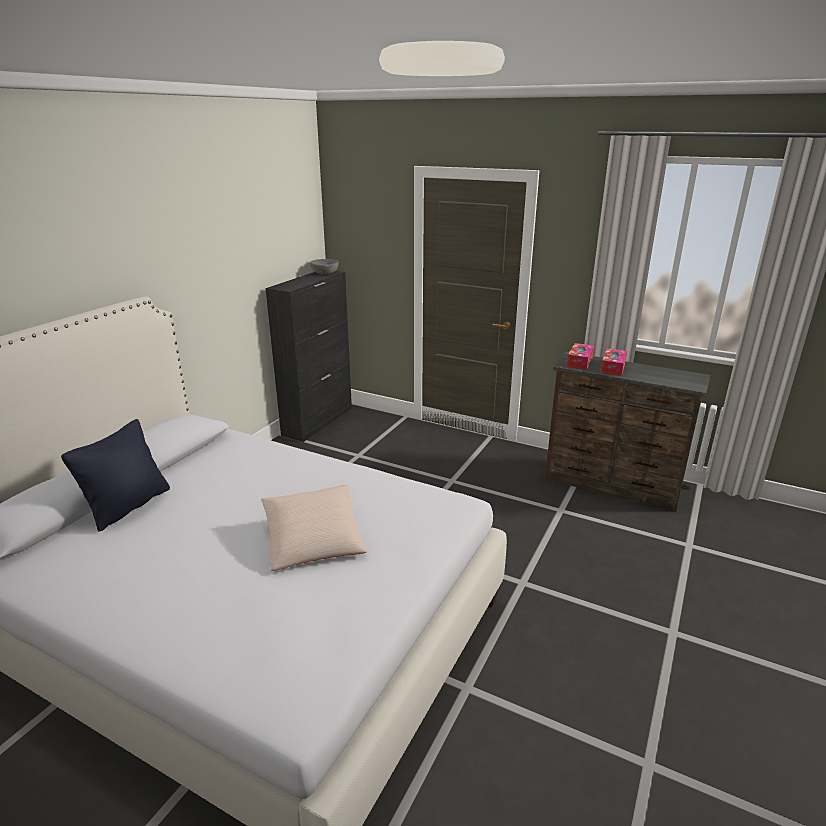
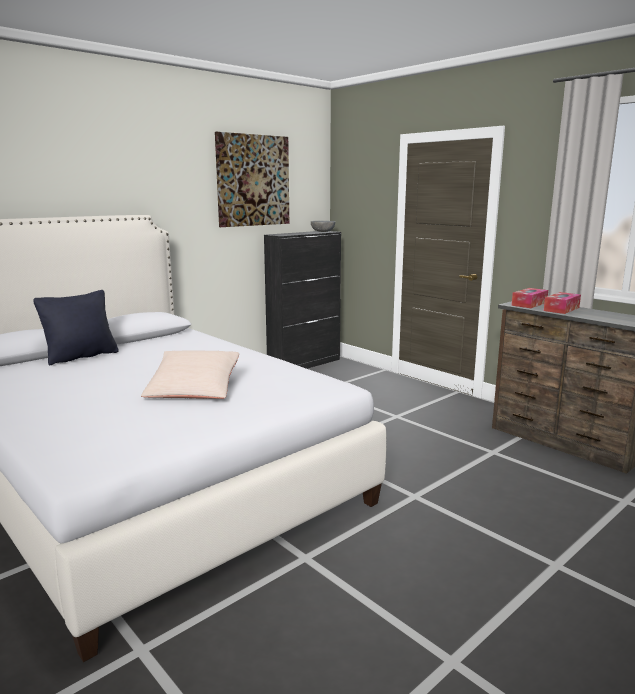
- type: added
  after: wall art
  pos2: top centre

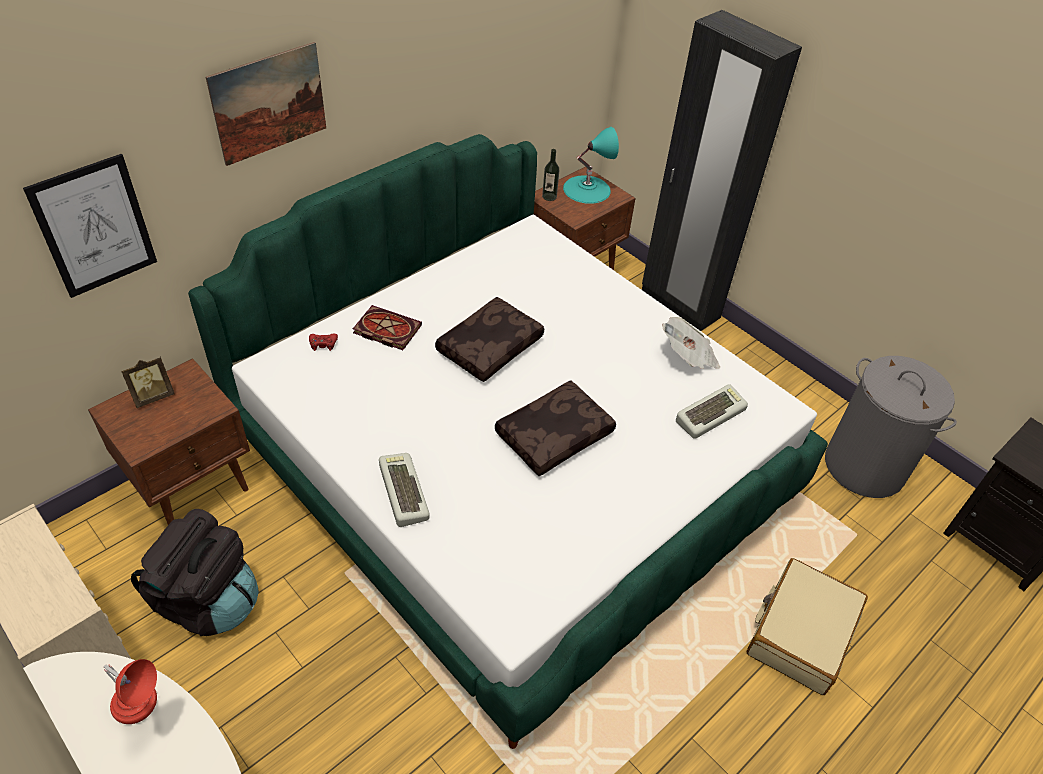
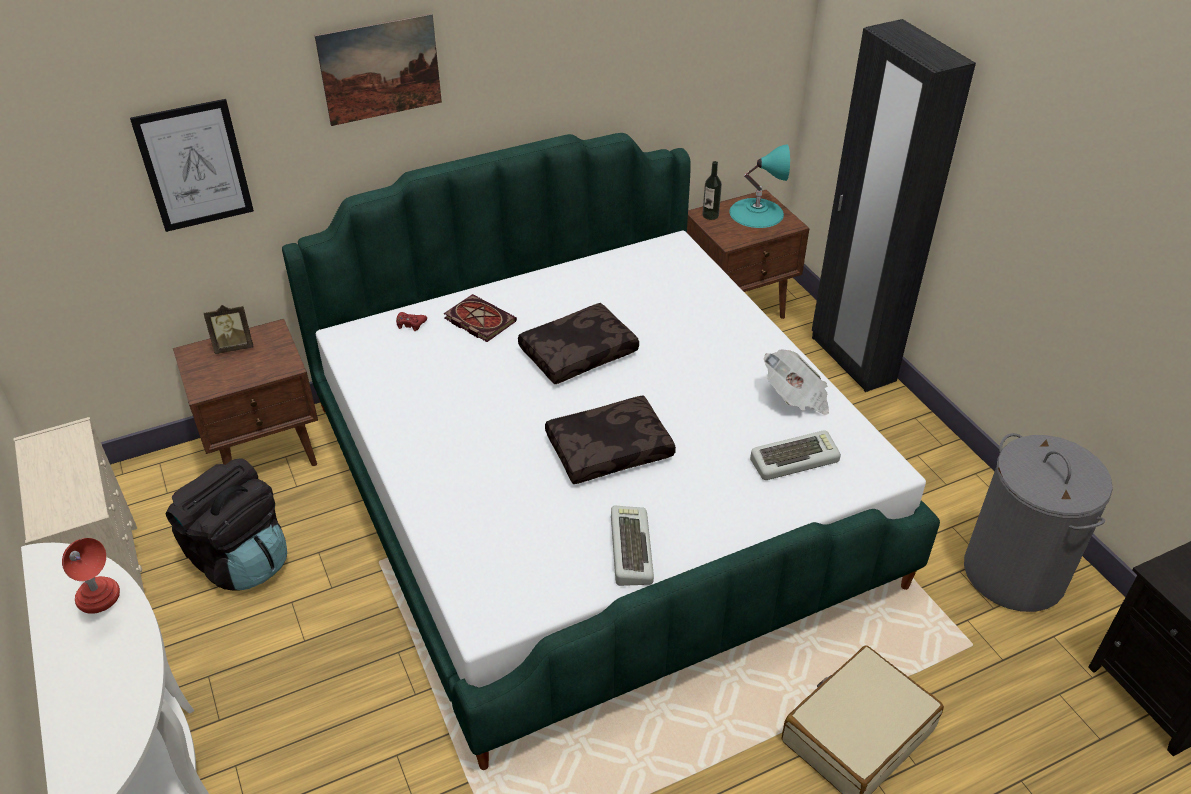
- type: moved
  before: keyboard (1st from left)
  pos1: centre
  pos2: bottom centre

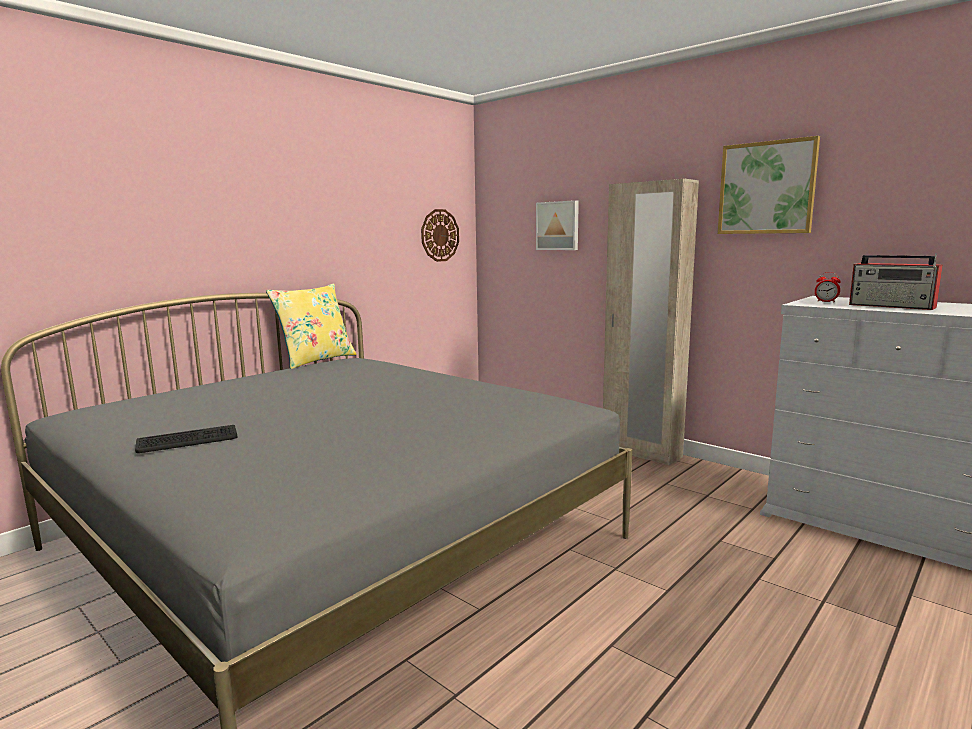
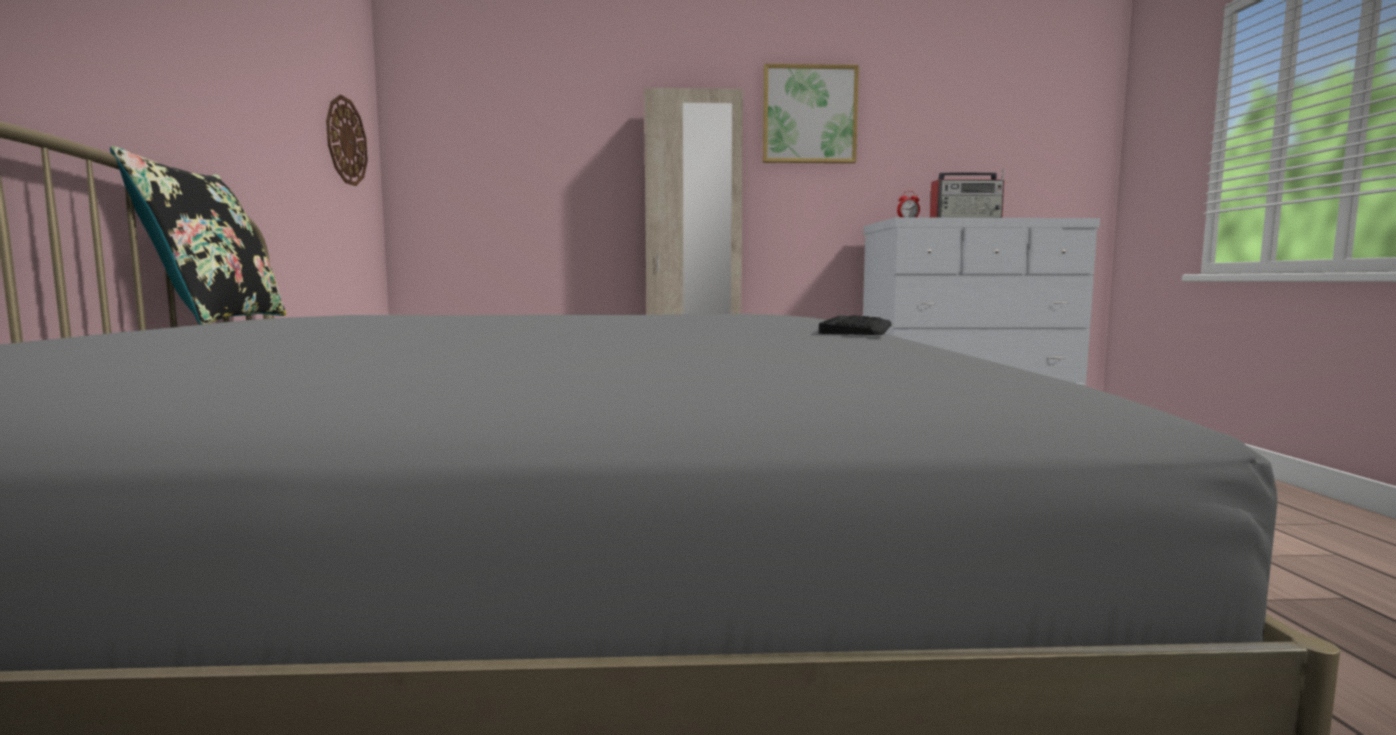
- type: recoloured
  before: yellow-coloured throw pillow
  after: black throw pillow
  pos1: middle left
  pos2: top left
- type: moved
  before: keyboard
  pos1: middle left
  pos2: centre
- type: removed
  before: wall art (1st from left)
  pos1: top centre

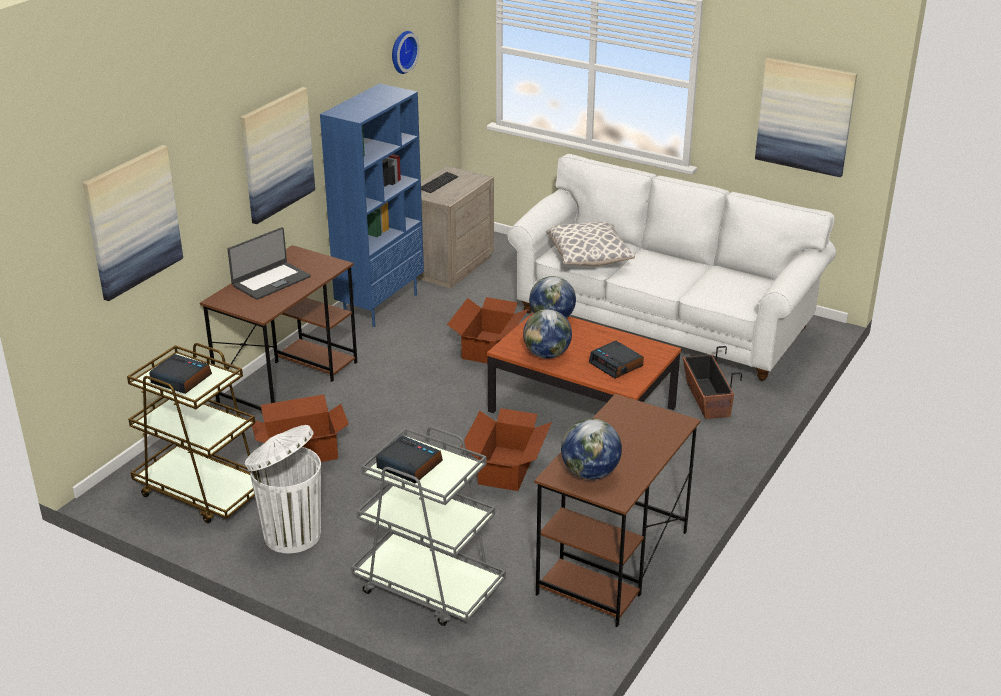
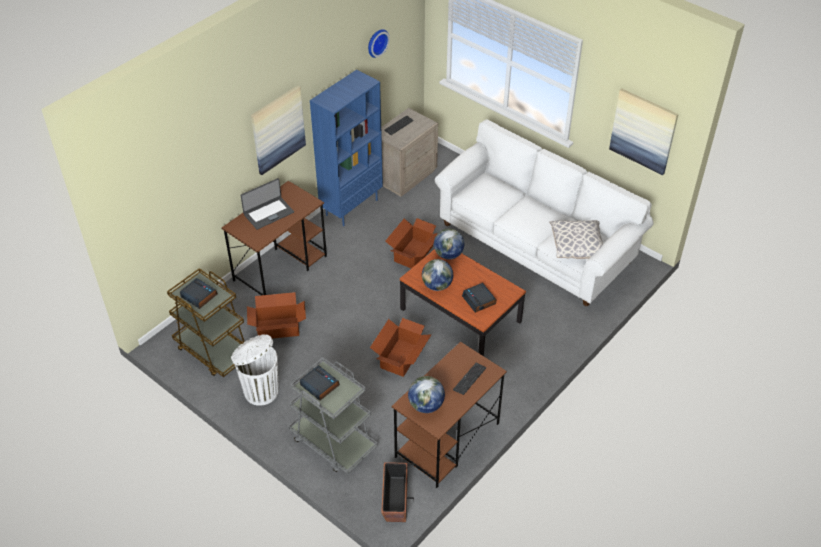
- type: moved
  before: flower pot
  pos1: middle right
  pos2: bottom centre
- type: added
  after: keyboard (2nd from left)
  pos2: bottom centre
- type: moved
  before: throw pillow
  pos1: centre
  pos2: middle right
- type: removed
  before: wall art (1st from left)
  pos1: top left

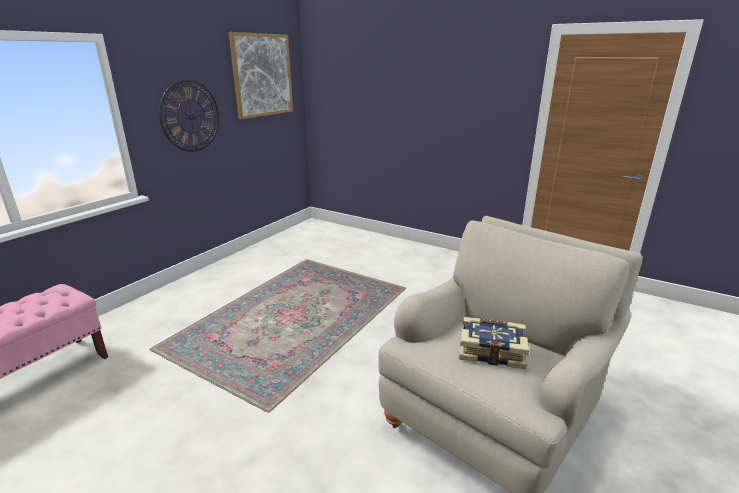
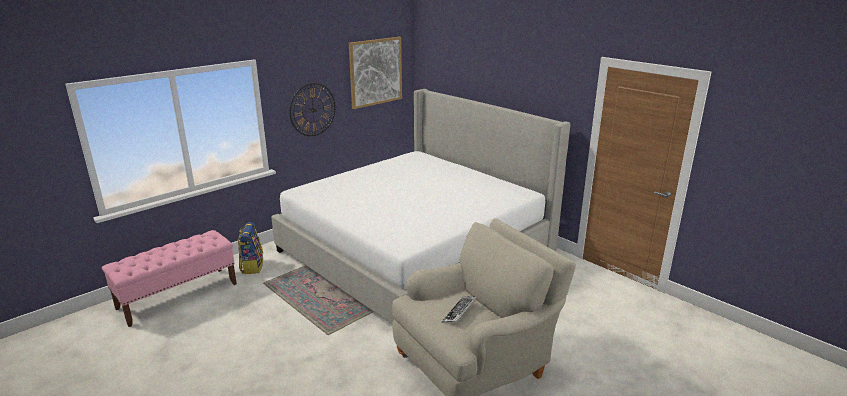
- type: added
  after: knapsack
  pos2: middle left
- type: added
  after: bedroom bed
  pos2: centre
- type: replaced
  before: bound book
  after: keyboard
  pos1: bottom right
  pos2: bottom centre

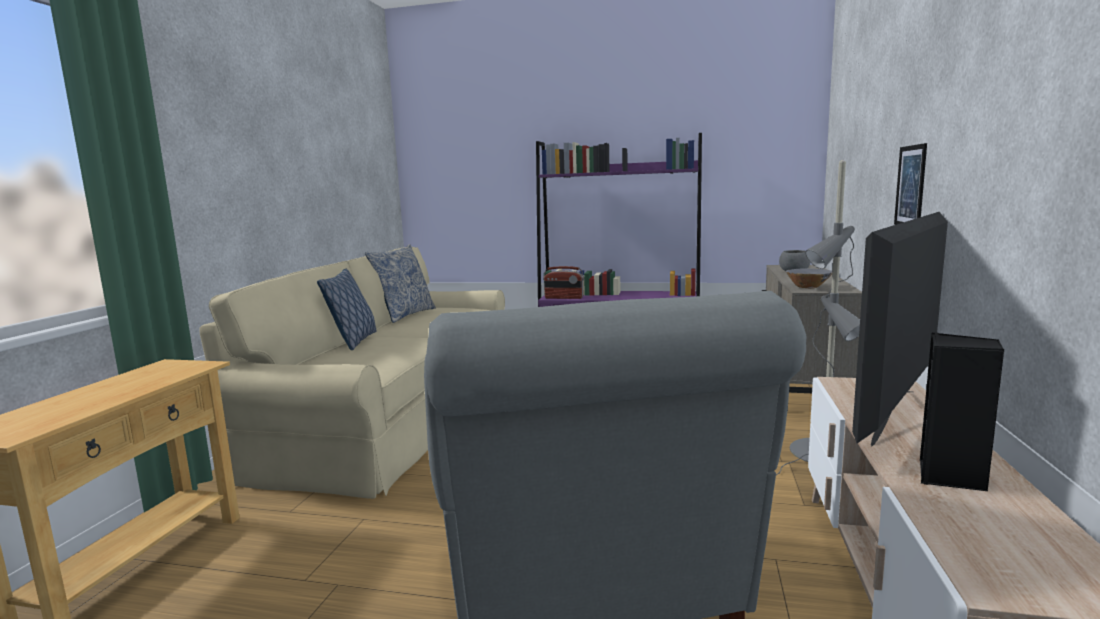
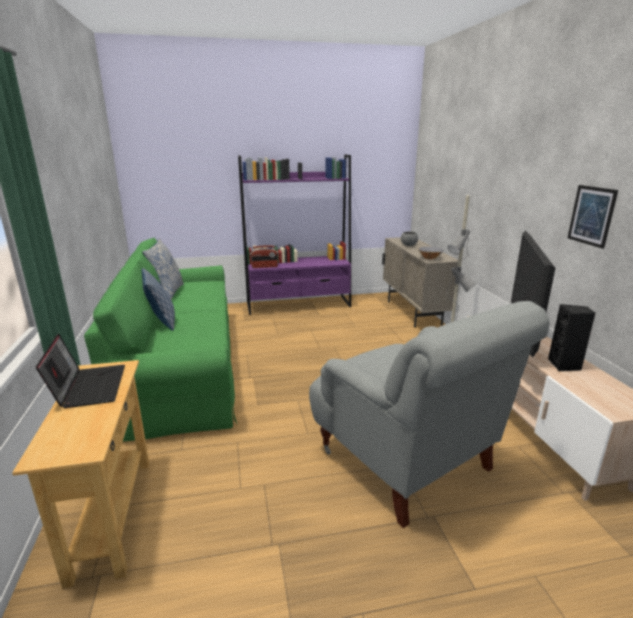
- type: added
  after: notebook computer
  pos2: middle left
- type: recoloured
  before: beige settee
  after: green-coloured settee
  pos1: middle left
  pos2: middle left
- type: moved
  before: wall art
  pos1: top right
  pos2: middle right

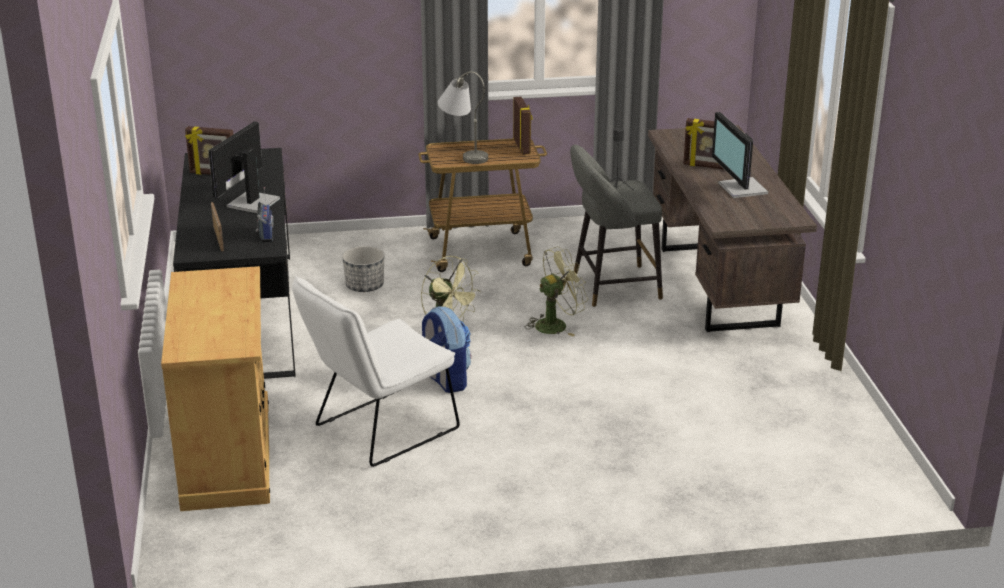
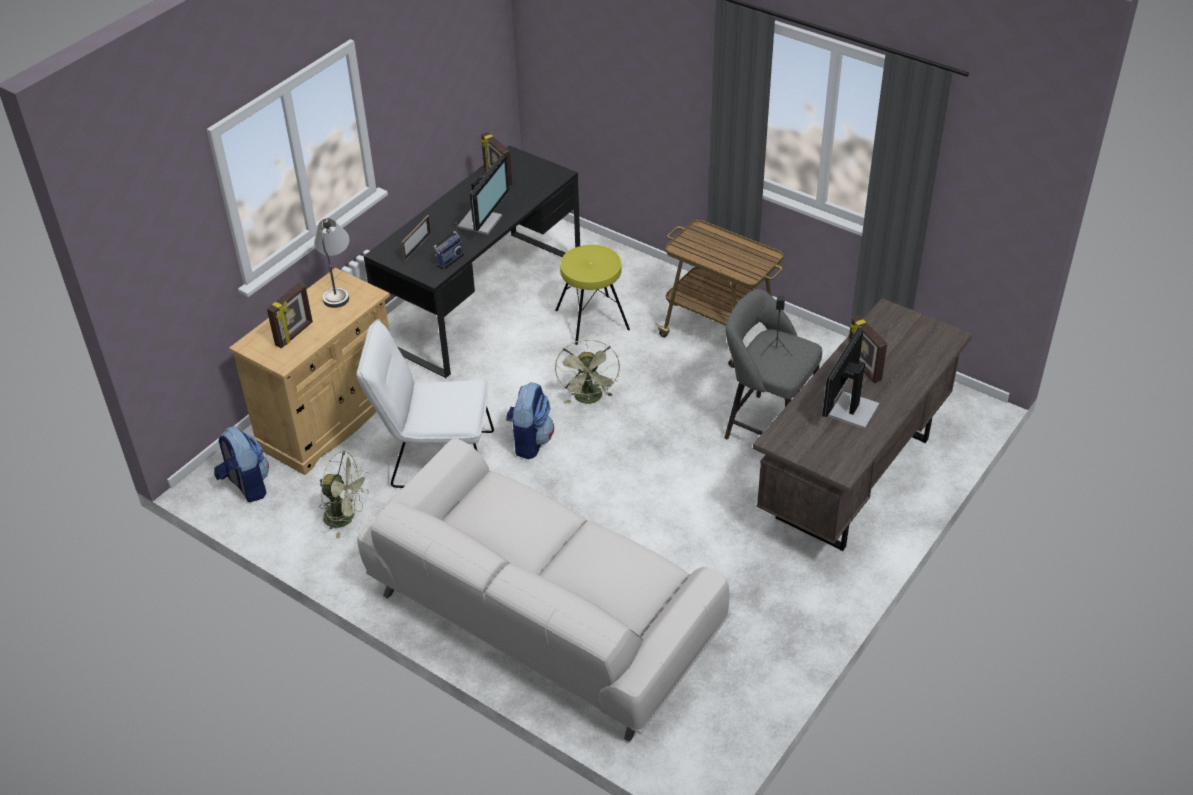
- type: added
  after: knapsack (1st from left)
  pos2: middle left
- type: moved
  before: standing frame (3rd from left in the first image)
  after: standing frame (1st from left)
  pos1: top centre
  pos2: middle left
- type: moved
  before: greyish table lamp
  pos1: top centre
  pos2: top left
- type: moved
  before: green-coloured fan (2nd from left in the first image)
  after: green-coloured fan (1st from left)
  pos1: centre
  pos2: middle left
- type: added
  after: whitish settee
  pos2: bottom centre
- type: turned
  before: computer display (1st from left)
  pos1: top left
  pos2: top centre
  turn: 135
- type: replaced
  before: flower pot
  after: yellow-coloured stool
  pos1: centre
  pos2: centre

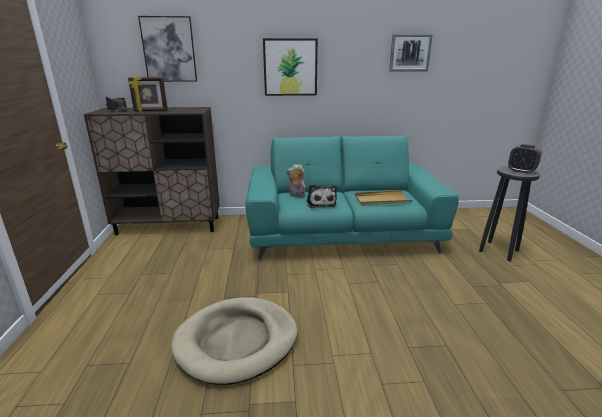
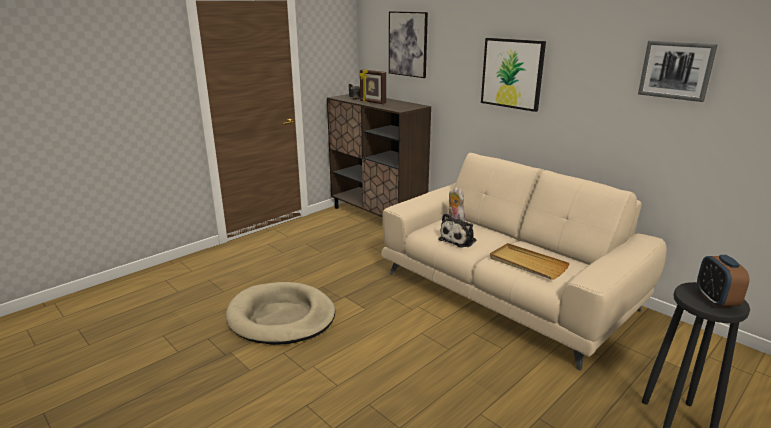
- type: recoloured
  before: turquoise-coloured settee
  after: beige settee
  pos1: centre
  pos2: middle right

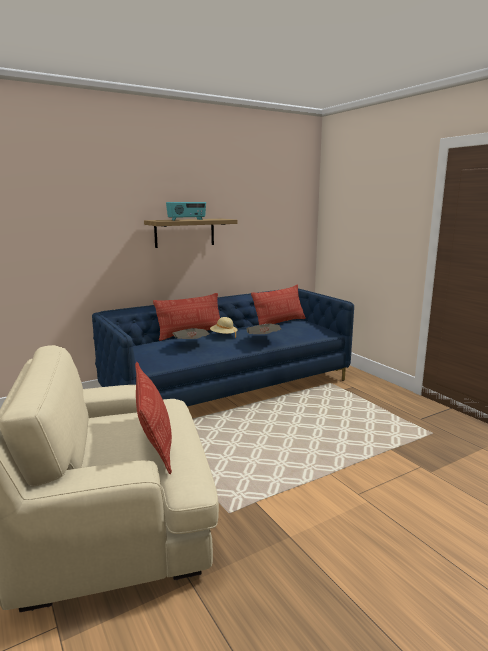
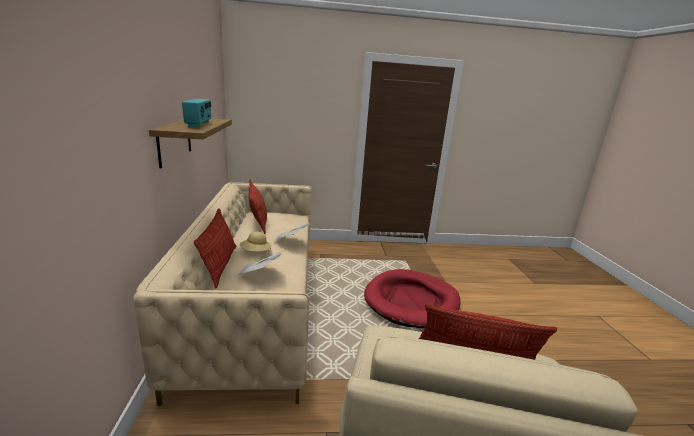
- type: recoloured
  before: blue-coloured settee
  after: beige settee
  pos1: centre
  pos2: bottom left
- type: added
  after: red-coloured dog bed
  pos2: bottom centre

